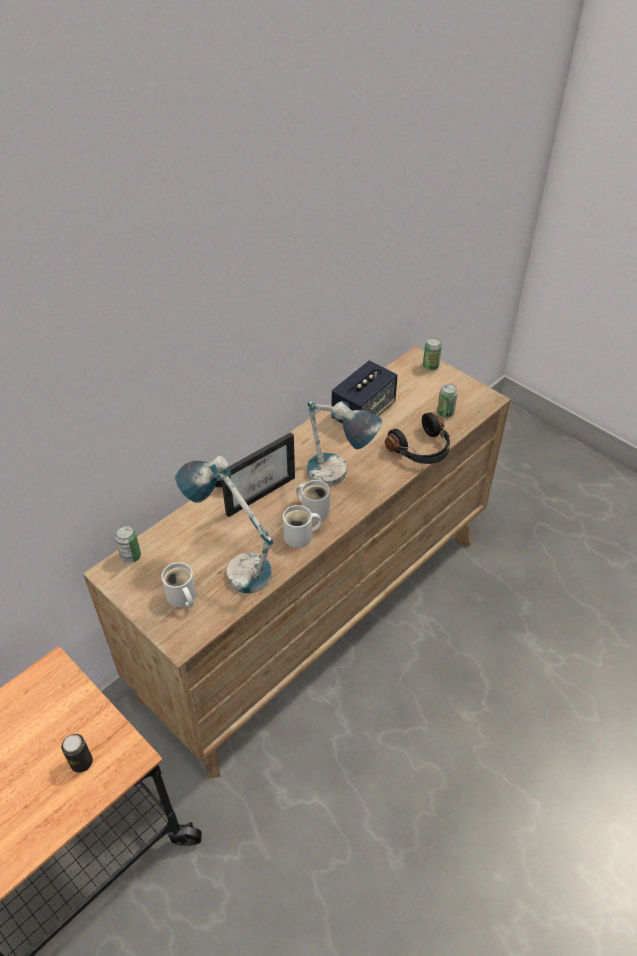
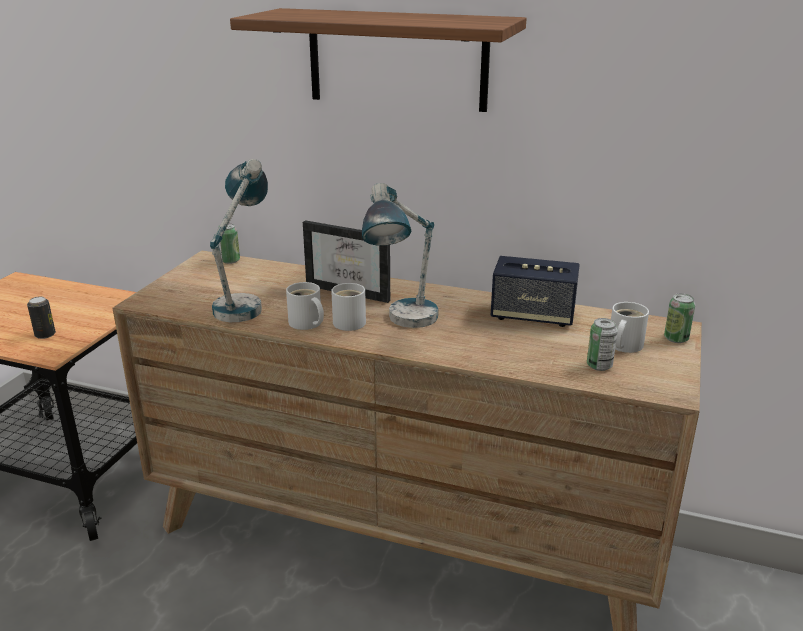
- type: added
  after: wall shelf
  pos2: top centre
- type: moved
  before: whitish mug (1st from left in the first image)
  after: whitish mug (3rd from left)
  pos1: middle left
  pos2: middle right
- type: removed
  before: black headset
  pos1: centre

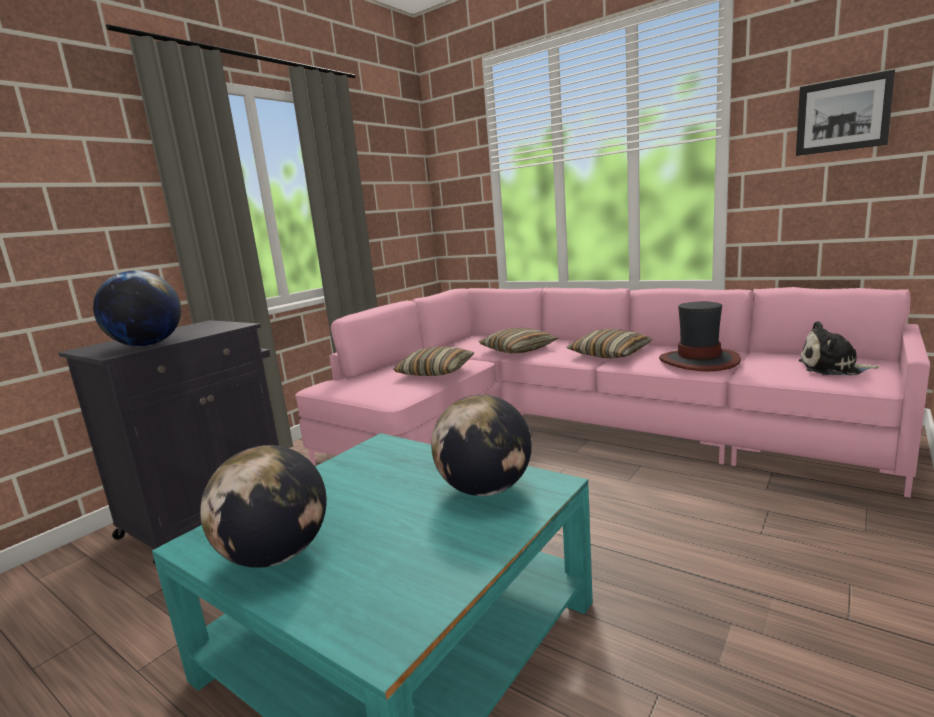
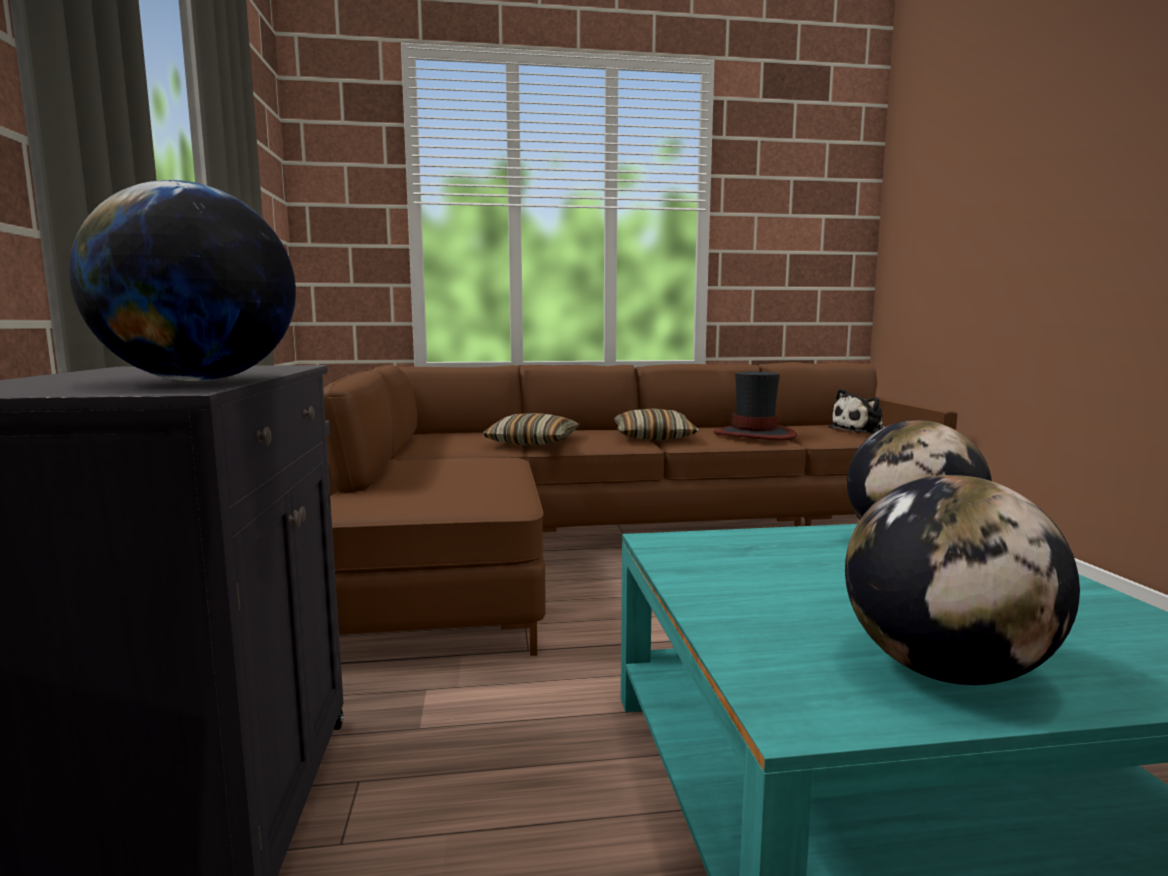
- type: recoloured
  before: pink-coloured settee
  after: brownish settee
  pos1: centre
  pos2: centre
- type: removed
  before: throw pillow (1st from left)
  pos1: centre
- type: removed
  before: wall art
  pos1: top right

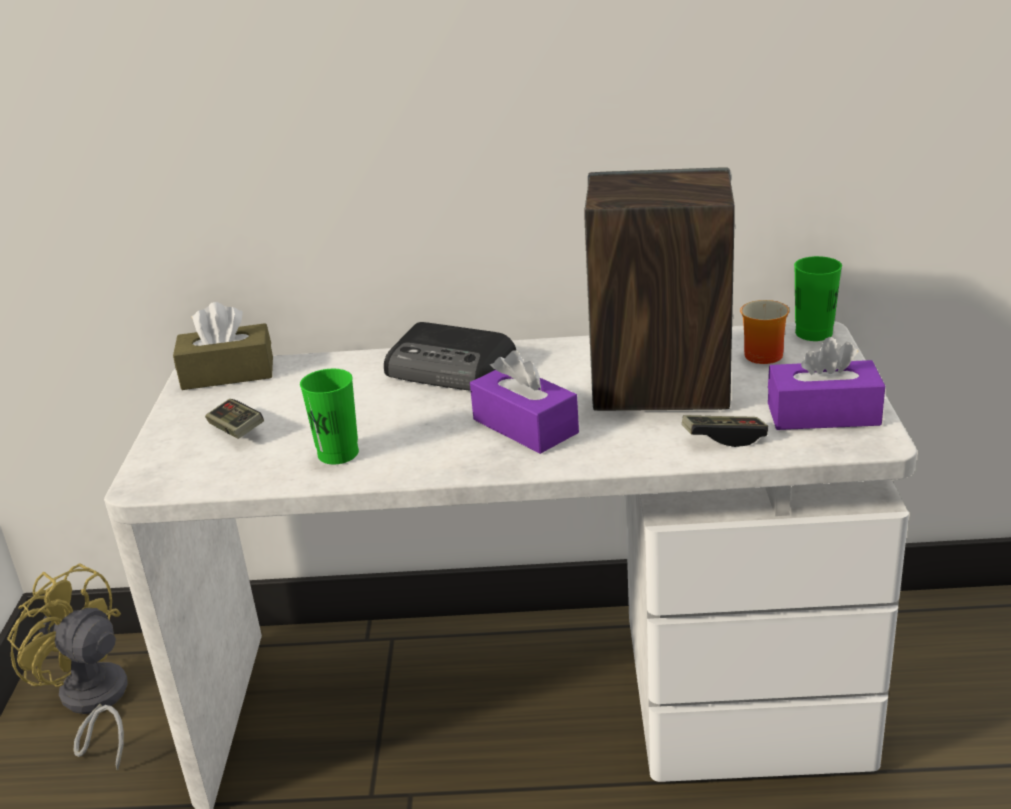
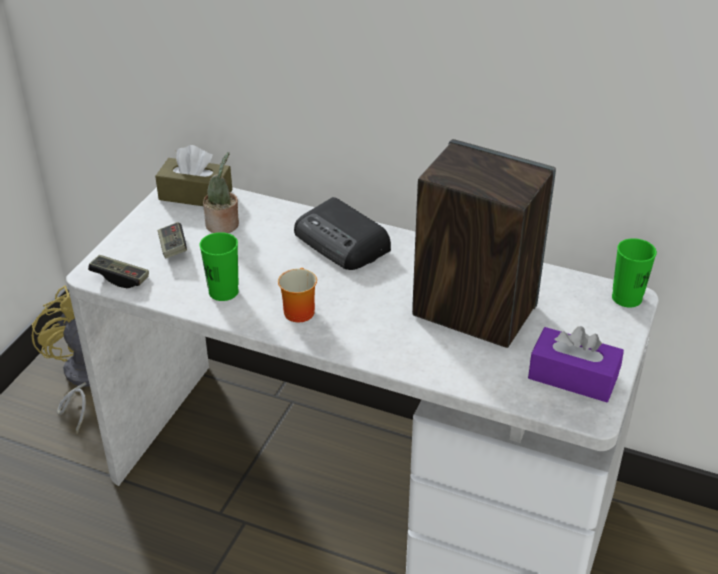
- type: moved
  before: game controller (2nd from left in the first image)
  after: game controller (1st from left)
  pos1: middle right
  pos2: middle left
- type: added
  after: potted plant
  pos2: middle left
- type: moved
  before: mug
  pos1: middle right
  pos2: centre
- type: removed
  before: purple-coloured box of tissues (1st from left)
  pos1: centre

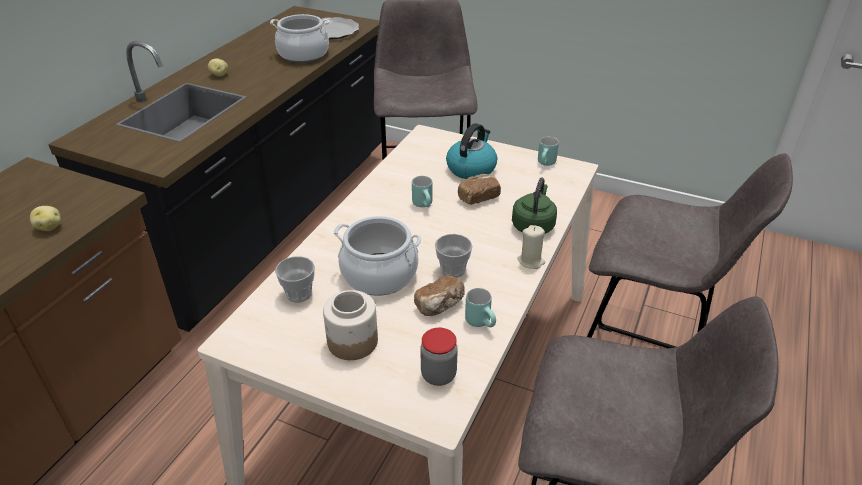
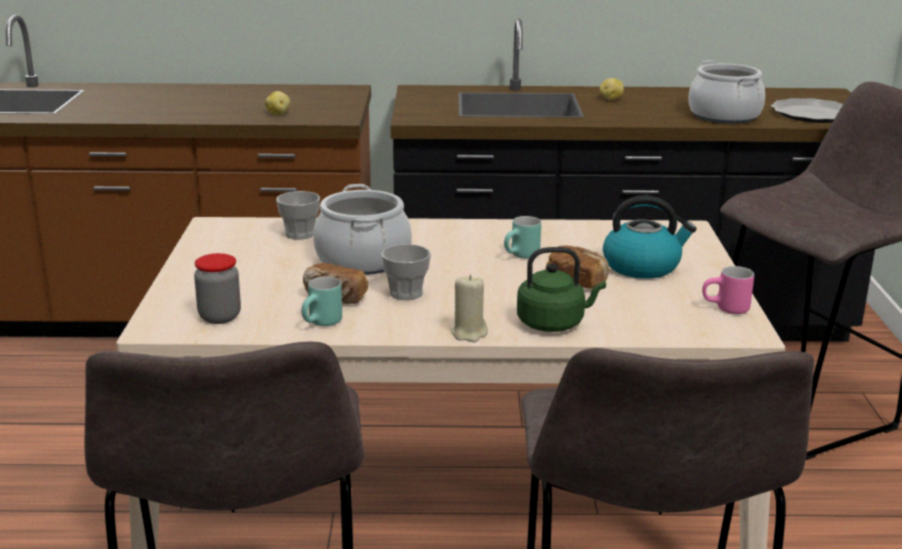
- type: recoloured
  before: turquoise-coloured mug (3rd from left)
  after: pink-coloured mug
  pos1: top centre
  pos2: middle right
- type: removed
  before: storage jar (1st from left)
  pos1: bottom centre

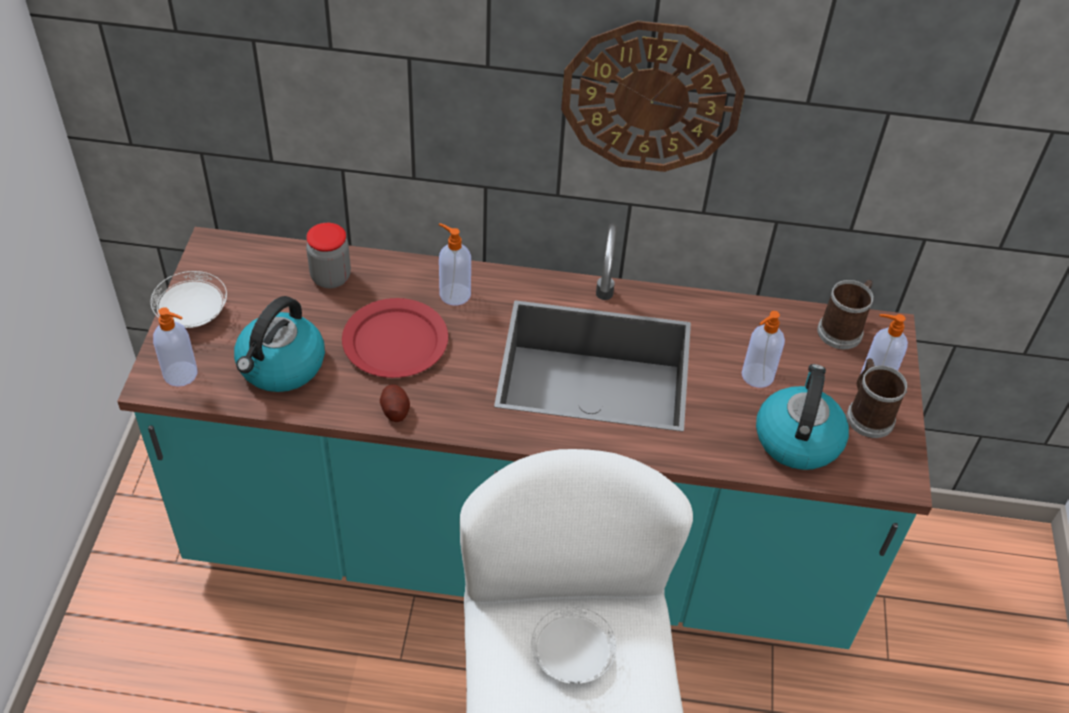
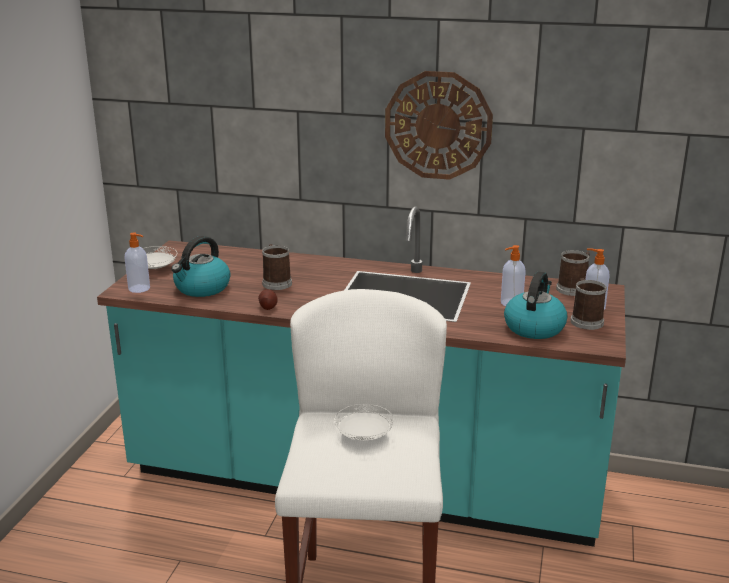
- type: replaced
  before: red-coloured flat dish
  after: mug (1st from left)
  pos1: centre
  pos2: centre
- type: removed
  before: storage jar
  pos1: middle left
- type: removed
  before: liquid soap bottle (2nd from left)
  pos1: centre

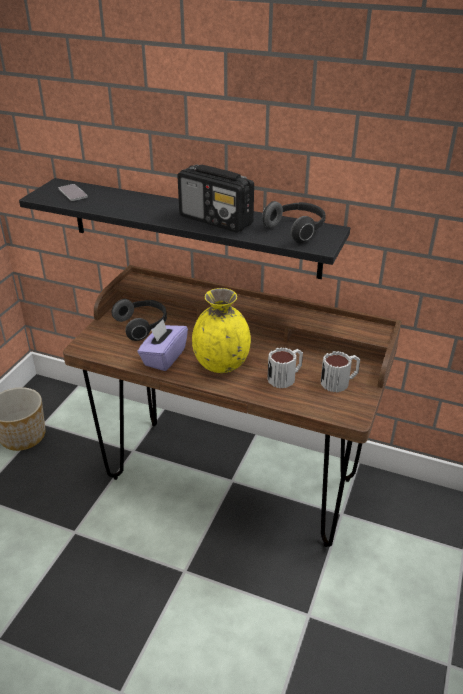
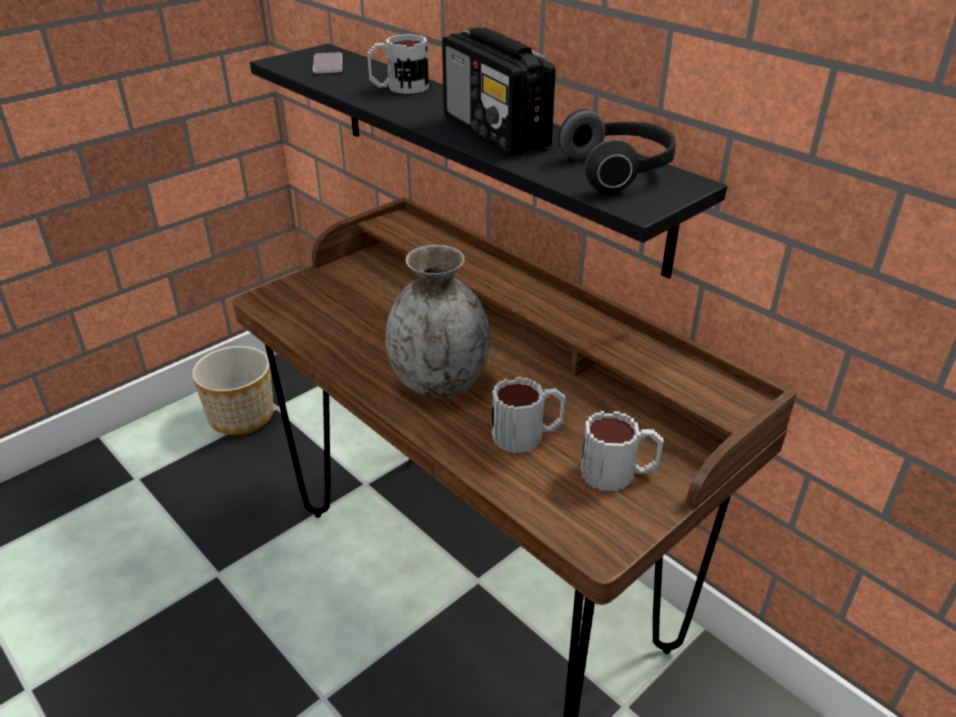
- type: added
  after: mug (1st from left)
  pos2: top centre
- type: recoloured
  before: yellow-coloured vase
  after: greyish vase
  pos1: centre
  pos2: centre
- type: removed
  before: headset (1st from left)
  pos1: middle left
- type: removed
  before: purple-coloured box of tissues
  pos1: centre

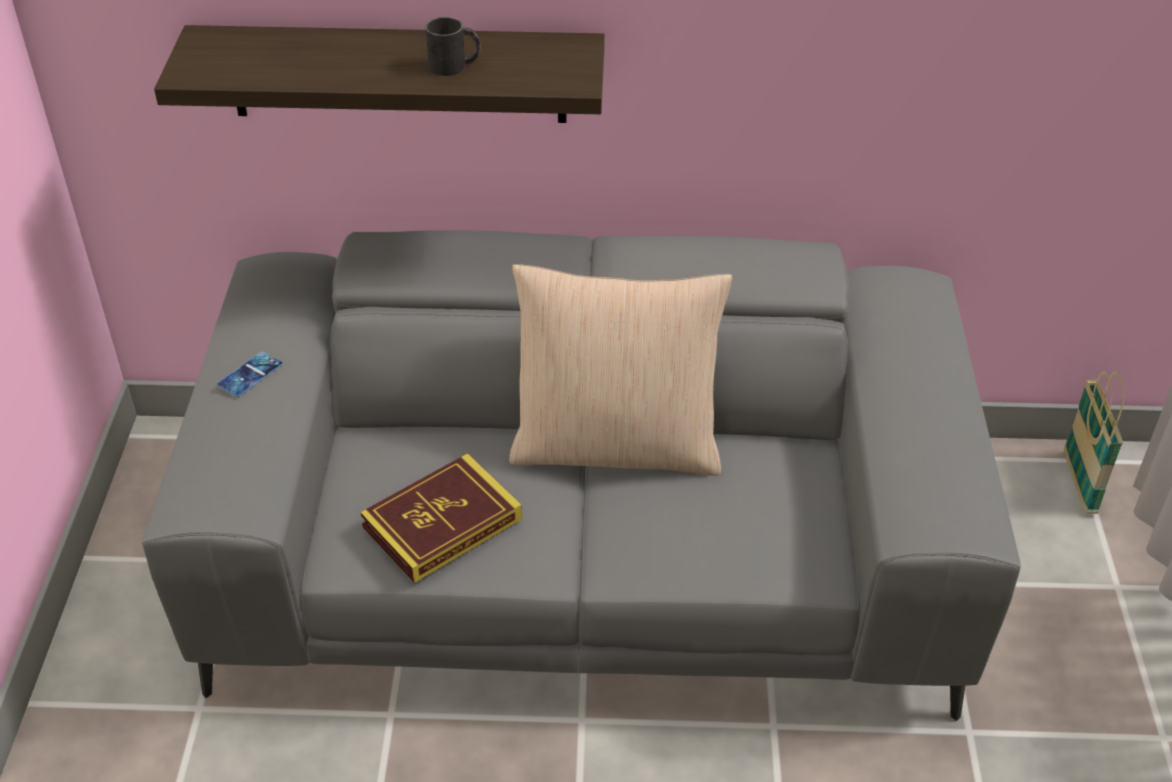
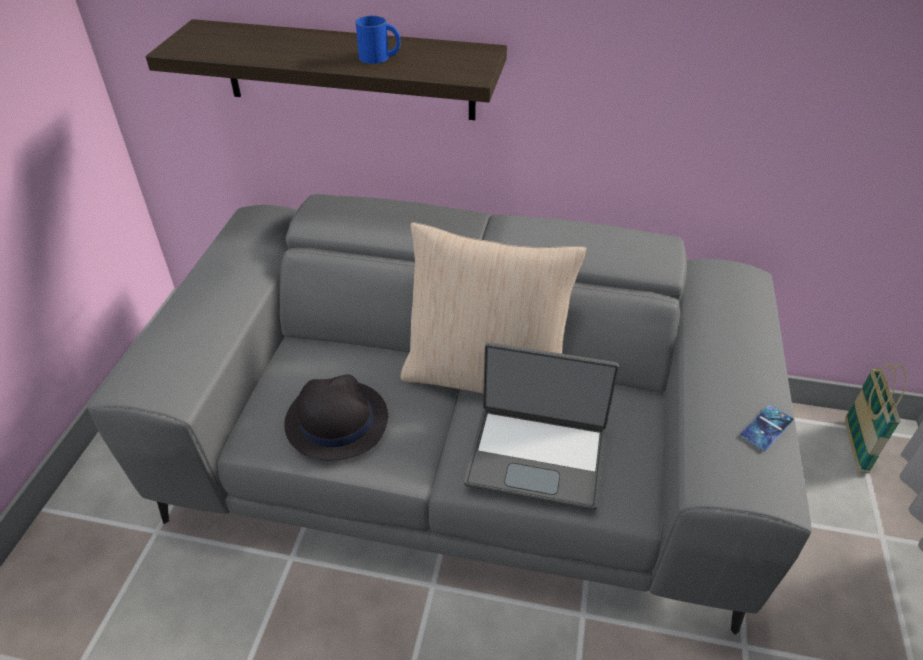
- type: replaced
  before: bound book
  after: black clothing hat
  pos1: centre
  pos2: centre
- type: recoloured
  before: black mug
  after: blue-coloured mug
  pos1: top centre
  pos2: top centre
- type: added
  after: notebook computer
  pos2: centre
- type: moved
  before: handset
  pos1: middle left
  pos2: middle right

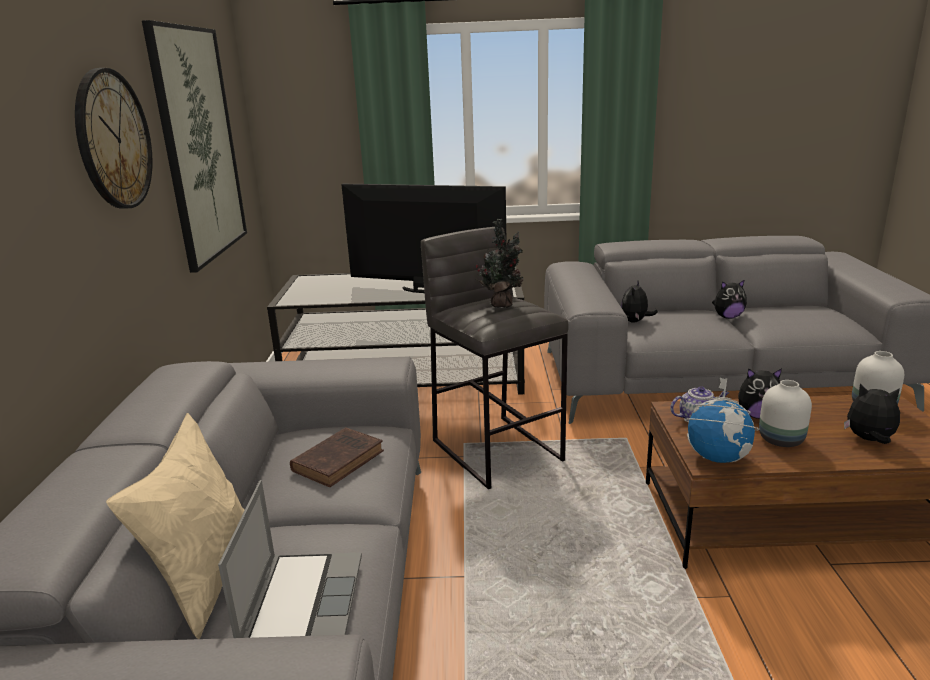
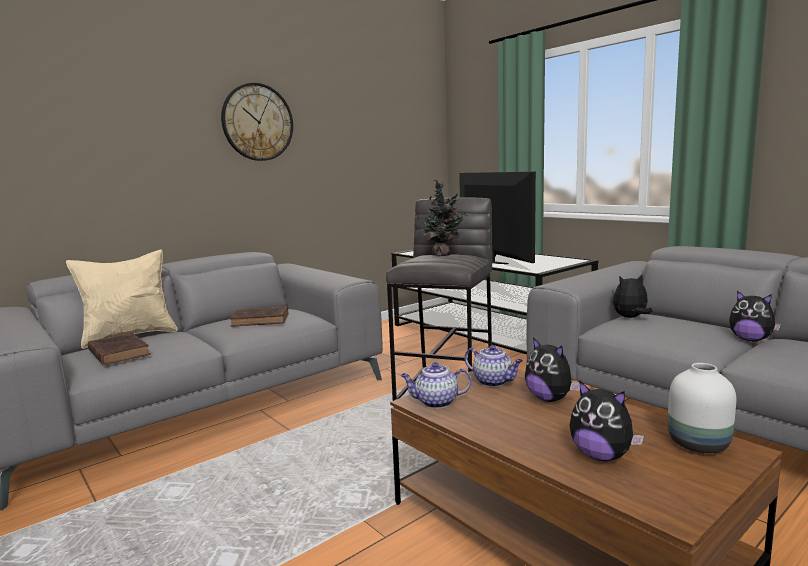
- type: replaced
  before: notebook computer
  after: brownish bound book (1st from left)
  pos1: bottom left
  pos2: middle left
- type: replaced
  before: desk globe
  after: tea pot (1st from left)
  pos1: middle right
  pos2: bottom centre
- type: turned
  before: soft toy (4th from left in the first image)
  pos1: middle right
  pos2: bottom right
  turn: 150
- type: removed
  before: wall art
  pos1: top left
- type: removed
  before: whitish vase (1st from left)
  pos1: middle right

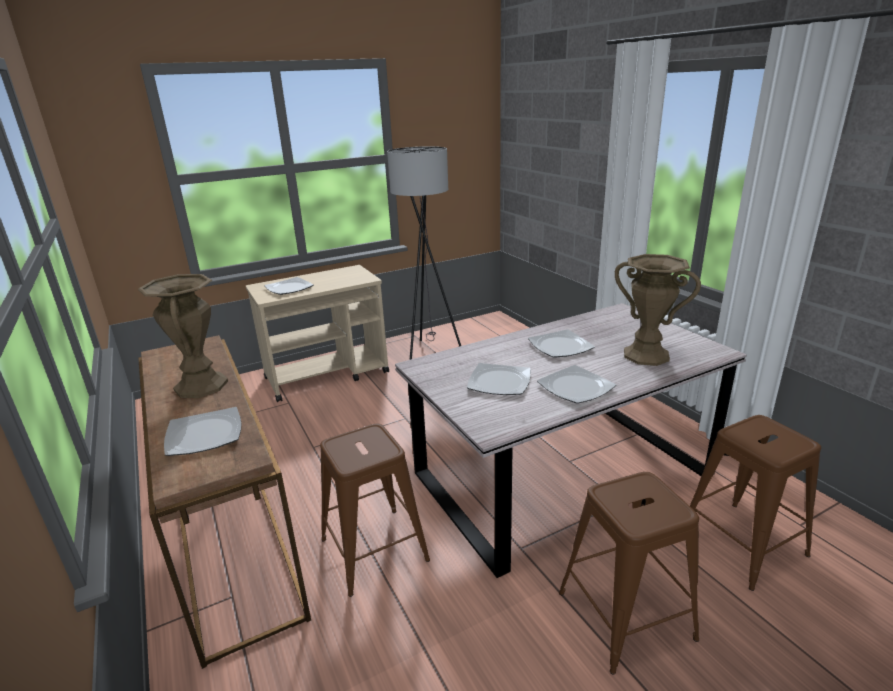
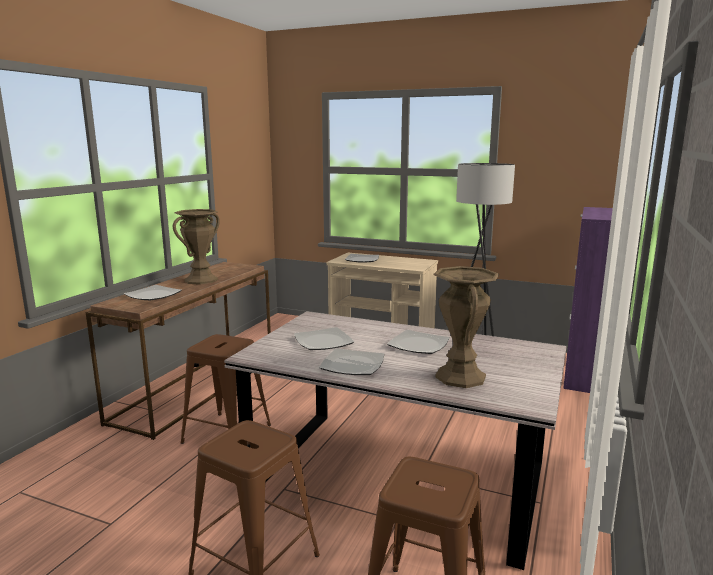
- type: added
  after: purple-coloured cabinet
  pos2: middle right

